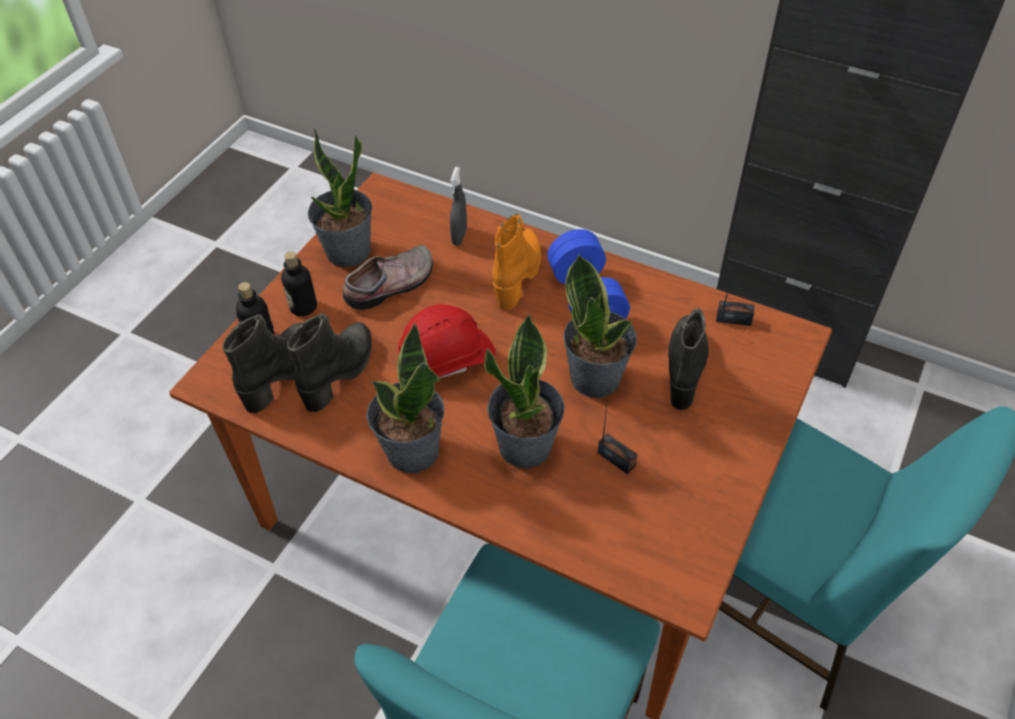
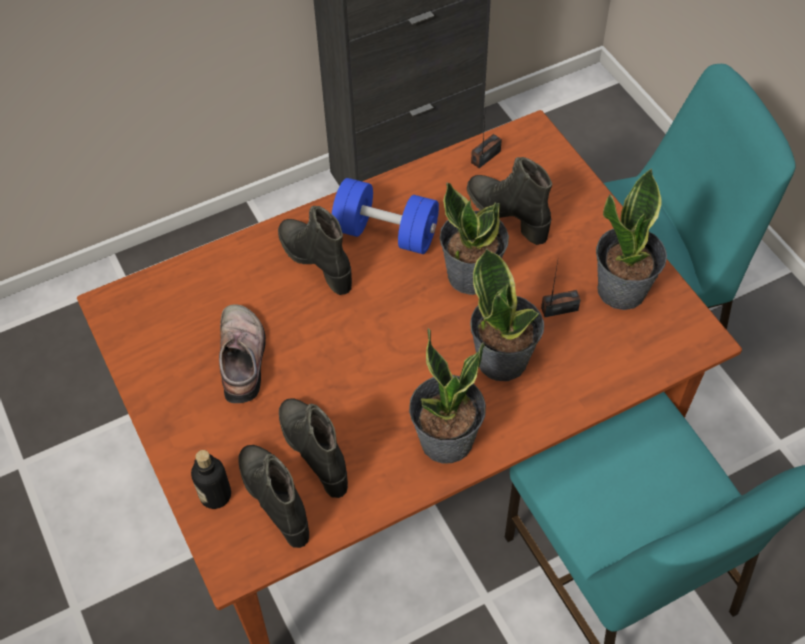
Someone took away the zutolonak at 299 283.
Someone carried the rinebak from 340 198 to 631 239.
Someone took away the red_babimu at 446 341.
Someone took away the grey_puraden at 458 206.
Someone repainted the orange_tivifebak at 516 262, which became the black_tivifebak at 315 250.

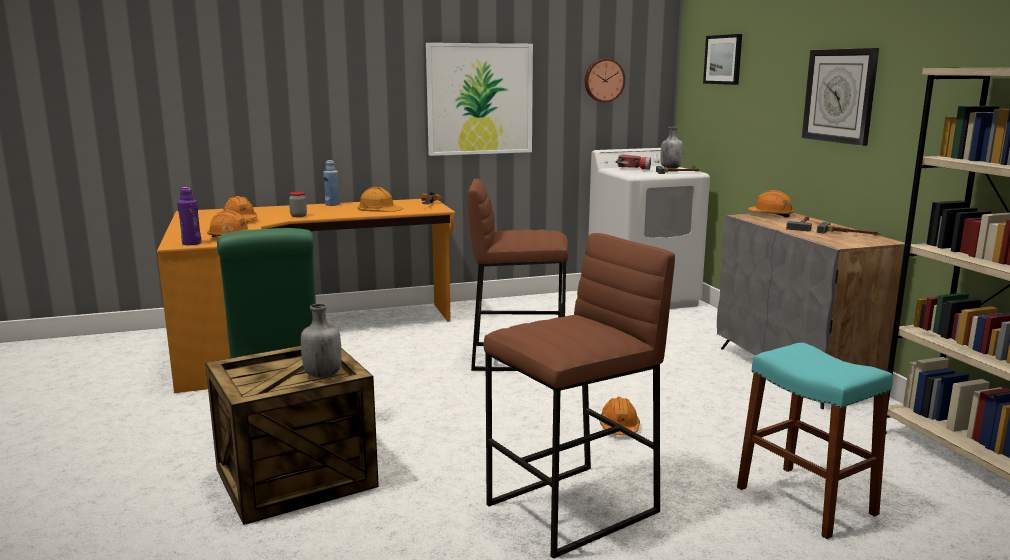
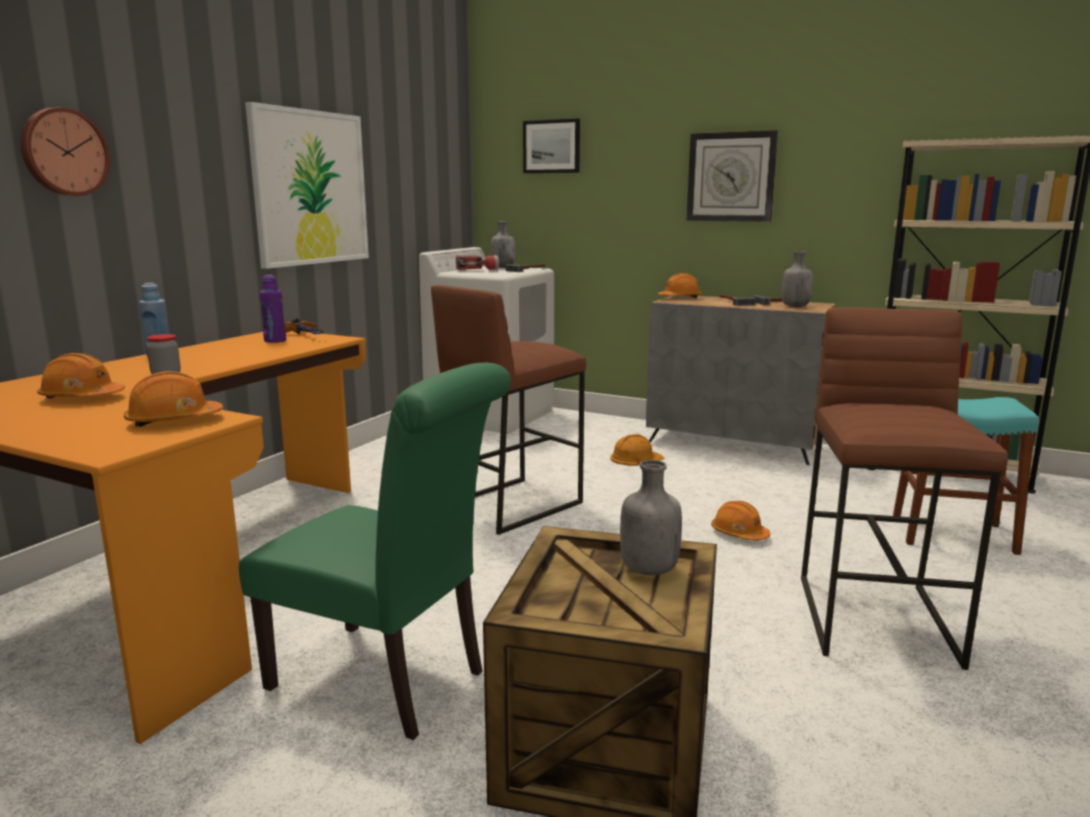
Someone carried the purple_zutolonak from 189 216 to 272 309.
Someone carried the orange_babimu from 381 199 to 637 450.
Someone carried the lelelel from 605 80 to 65 151.
Someone put down the grey_zutolonak at 797 279.

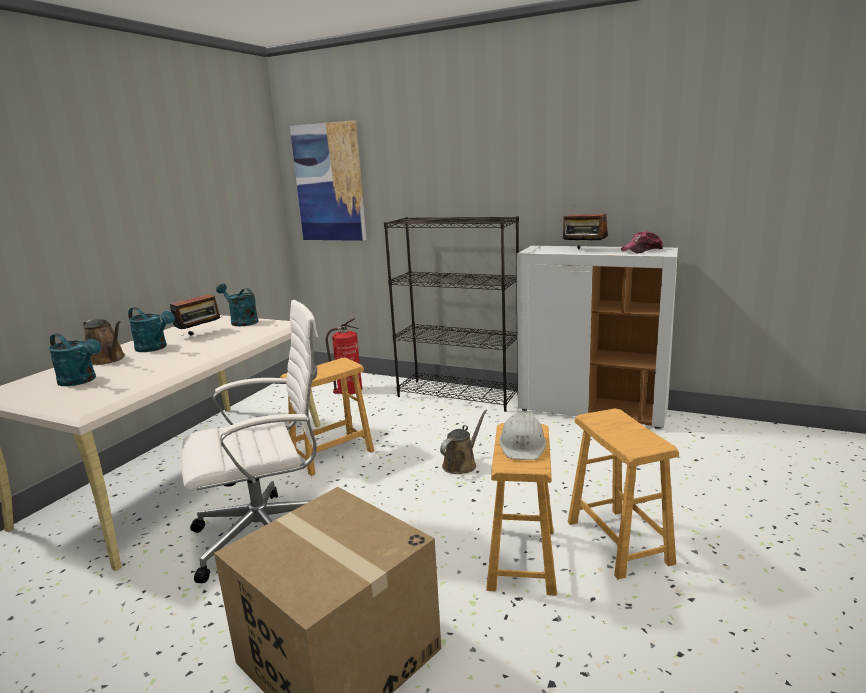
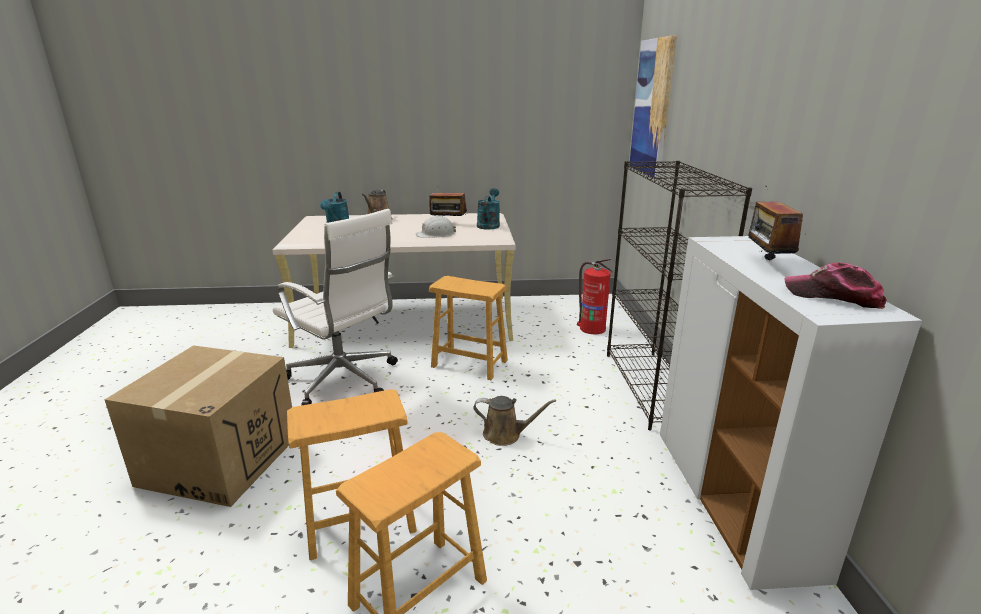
Someone took away the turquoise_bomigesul at 151 329.
Someone carried the white_babimu from 522 436 to 435 227.

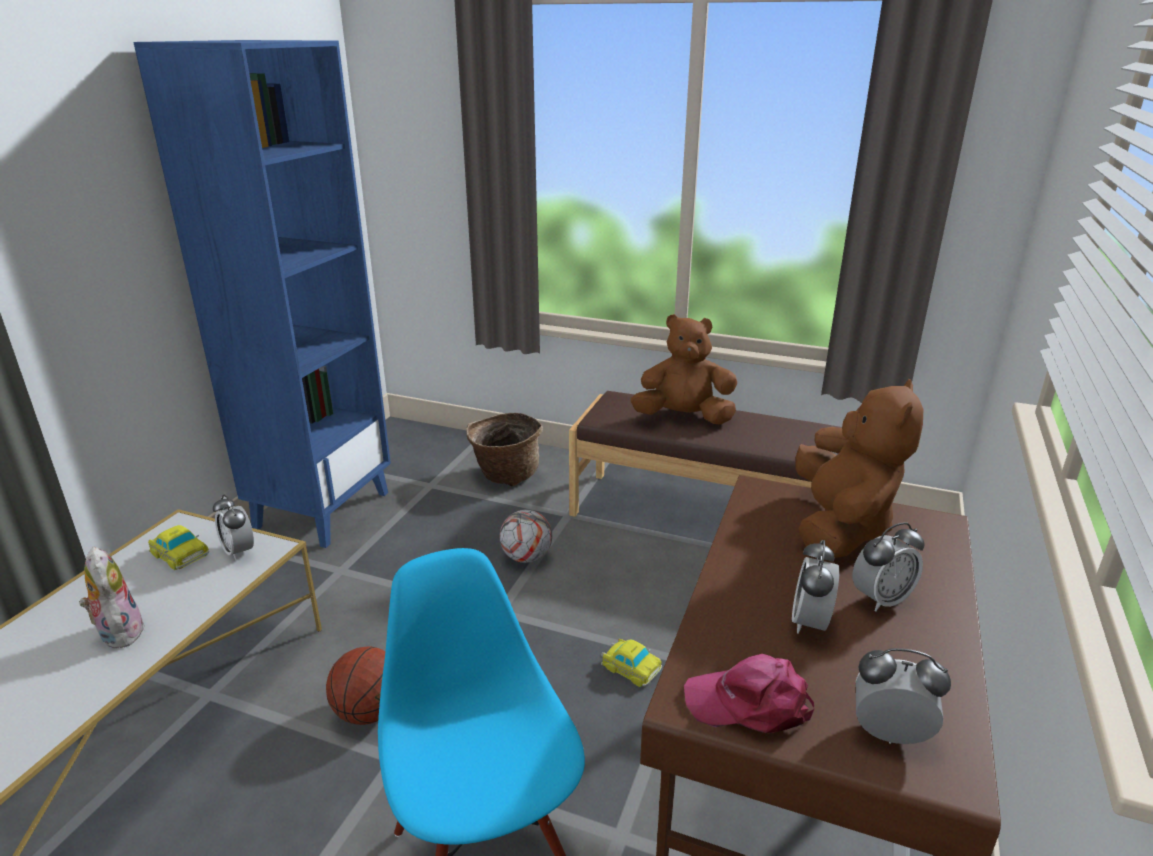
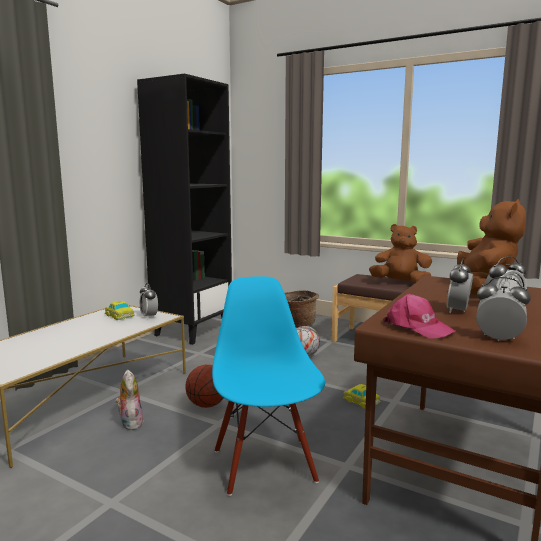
Someone carried the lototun from 112 597 to 129 399.
Someone repainted the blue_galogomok at 262 294, which became the black_galogomok at 184 209.
Someone rotated the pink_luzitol at 749 693 by 150 degrees counterclockwise.

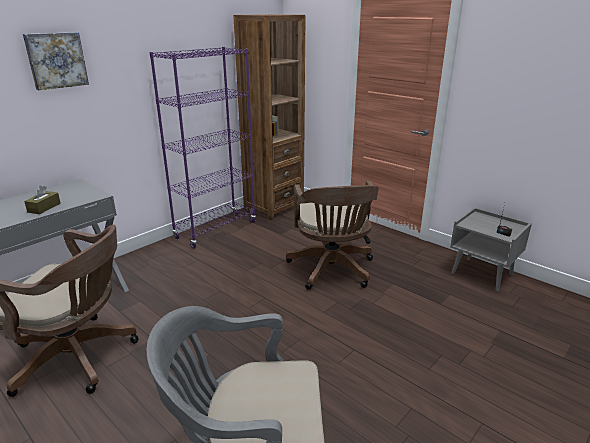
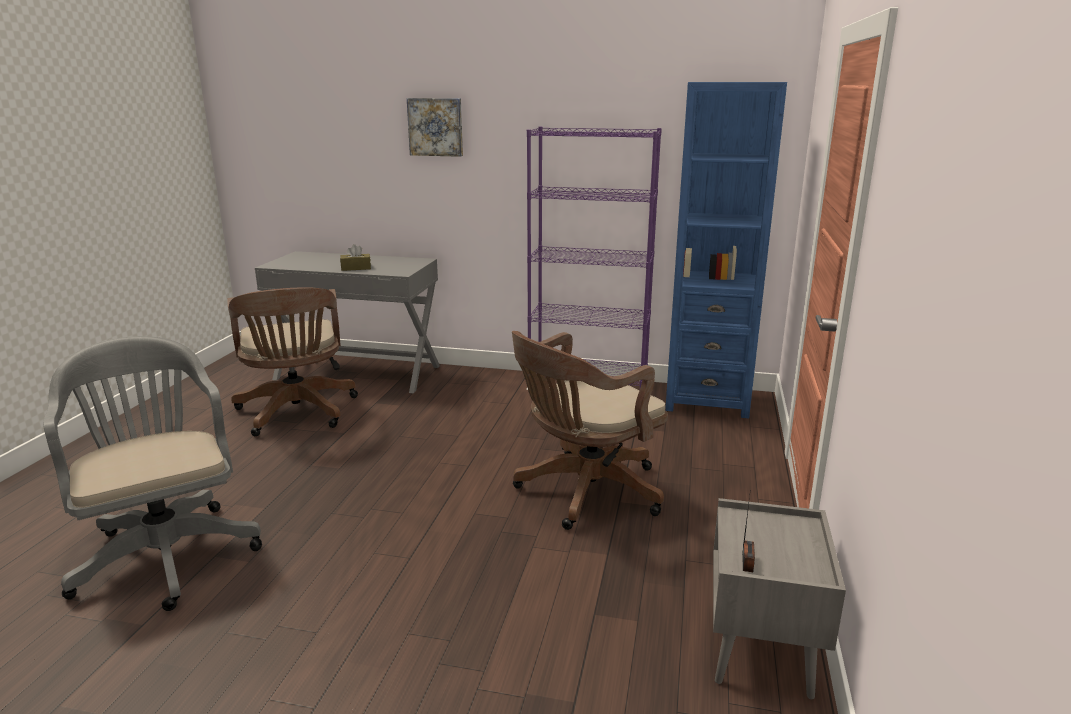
Someone repainted the brown_galogomok at 269 117, which became the blue_galogomok at 726 250.

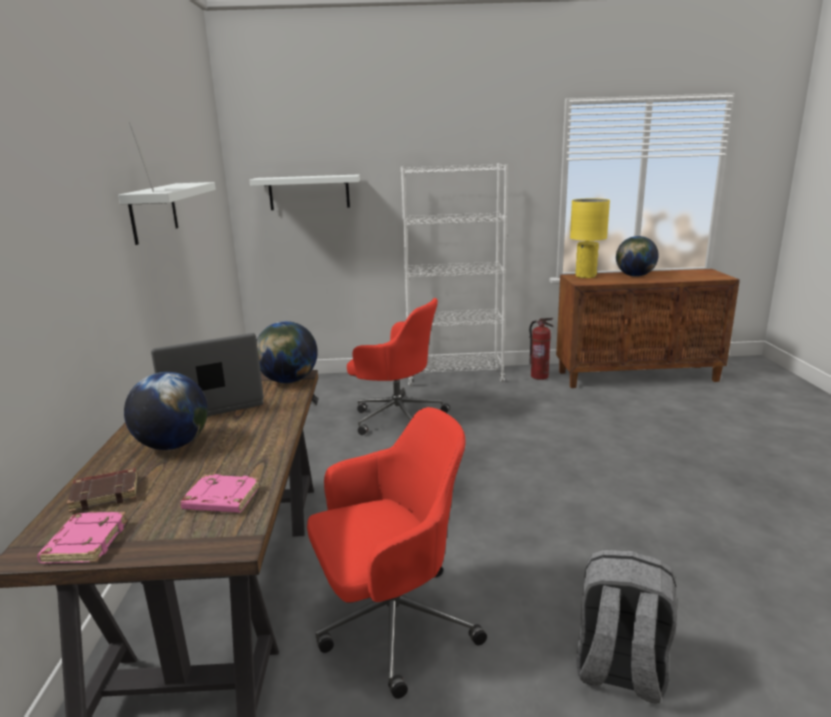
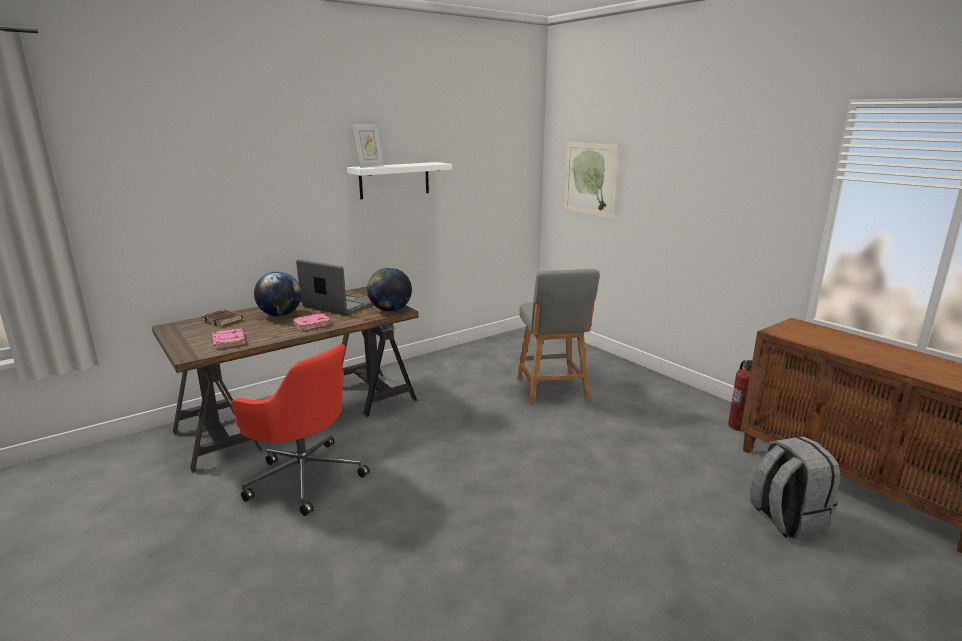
Someone carried the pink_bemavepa from 82 538 to 311 321.
Someone swapped the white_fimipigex at 304 192 for the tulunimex at 592 180.
Someone swapped the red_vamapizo at 398 366 for the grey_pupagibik at 558 336.
Someone took away the white_galogomok at 454 274.
Someone took away the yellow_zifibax at 590 238.
Someone carried the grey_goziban from 626 627 to 795 488.
Someone took away the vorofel at 637 256.

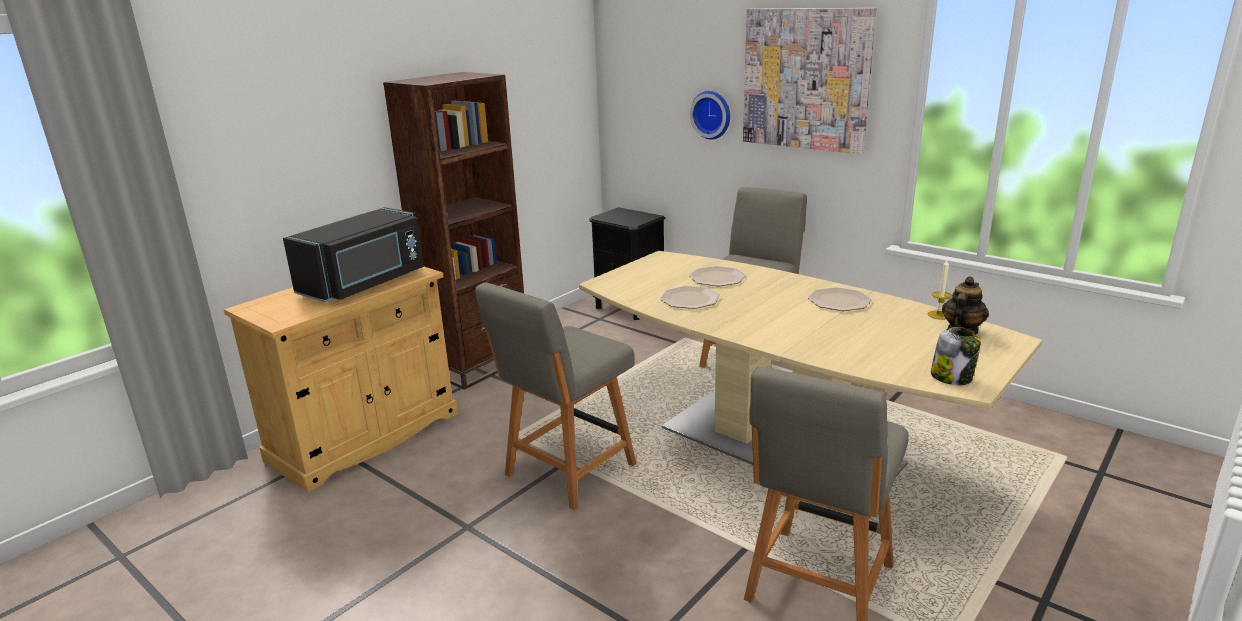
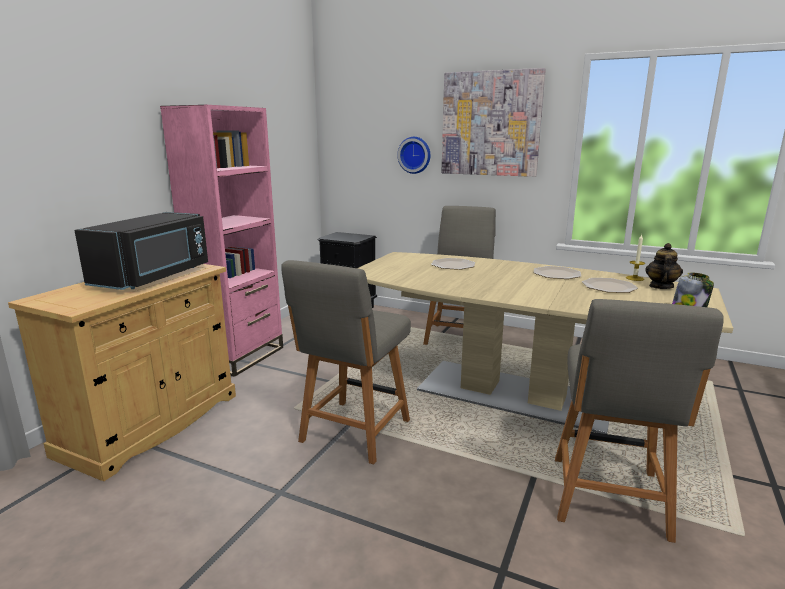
Someone repainted the brown_galogomok at 453 231, which became the pink_galogomok at 221 241.
Someone carried the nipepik from 690 297 to 610 285.

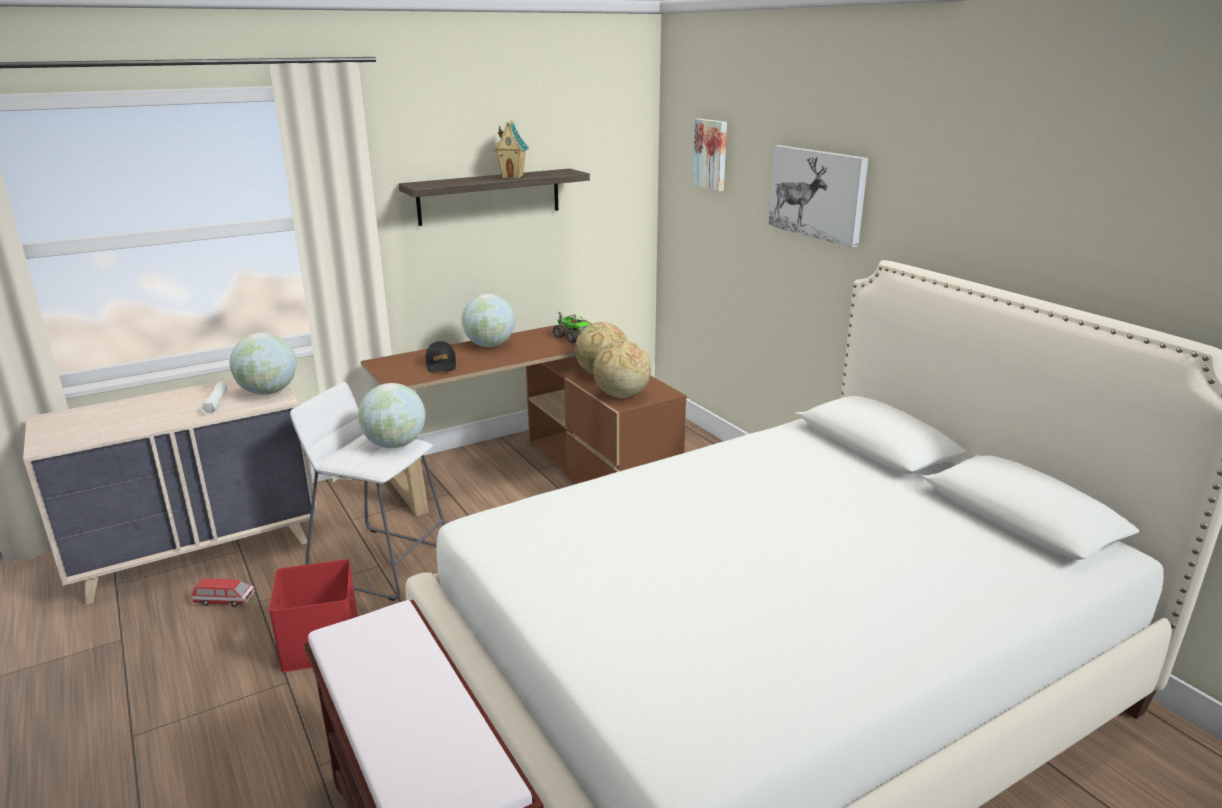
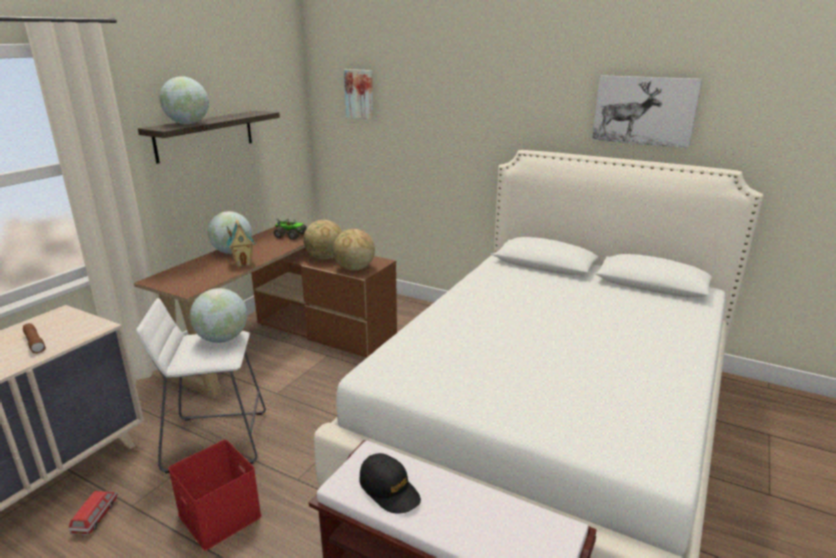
Someone rotated the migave at 223 593 by 60 degrees counterclockwise.
Someone repainted the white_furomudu at 214 398, which became the brown_furomudu at 34 338.
Someone carried the vorofel from 263 364 to 184 100.
Someone carried the black_luzitol from 441 356 to 390 483.
Someone carried the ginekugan from 511 149 to 240 243.
Someone carried the tulunimex from 818 196 to 647 111.

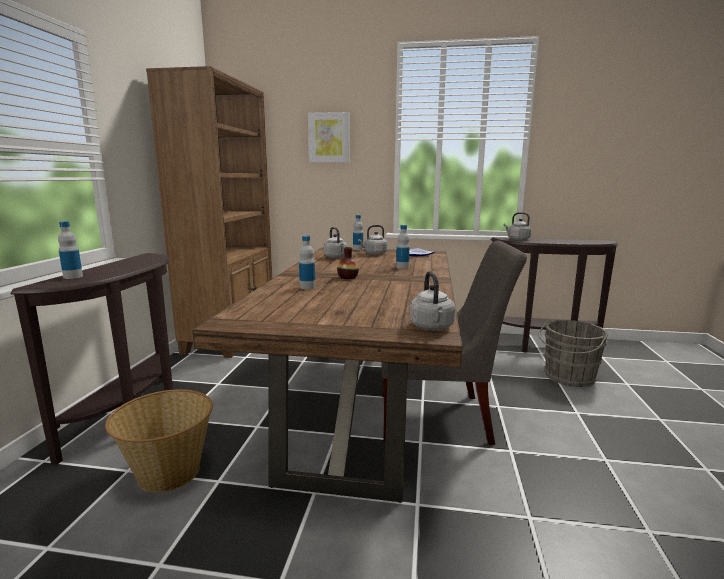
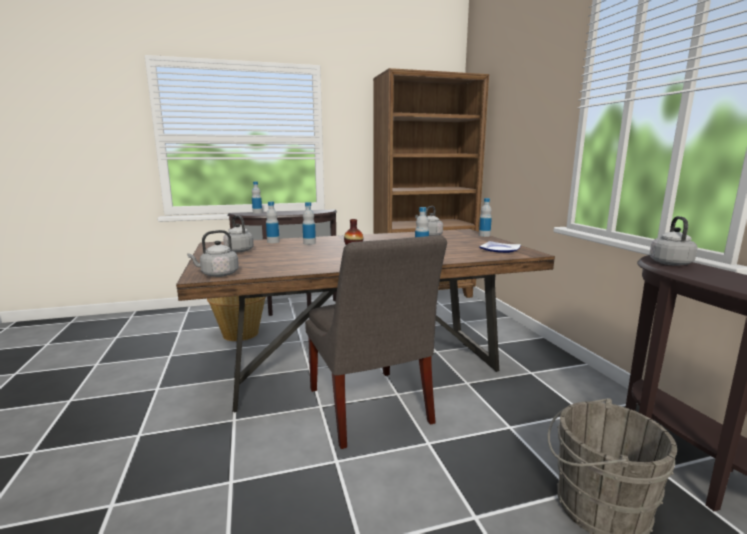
Someone took away the tulunimex at 329 137.
Someone carried the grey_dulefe from 373 240 to 238 233.
Someone put down the zutolonak at 273 222.

